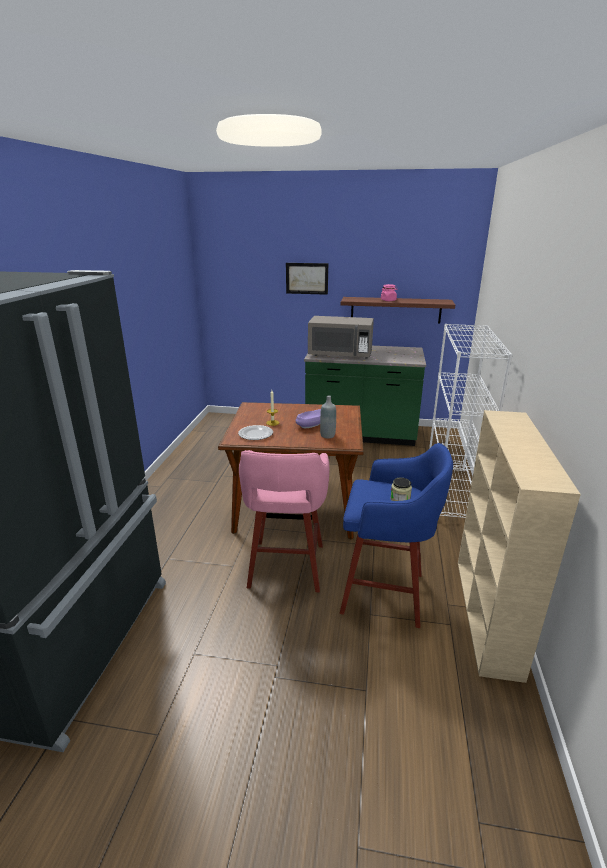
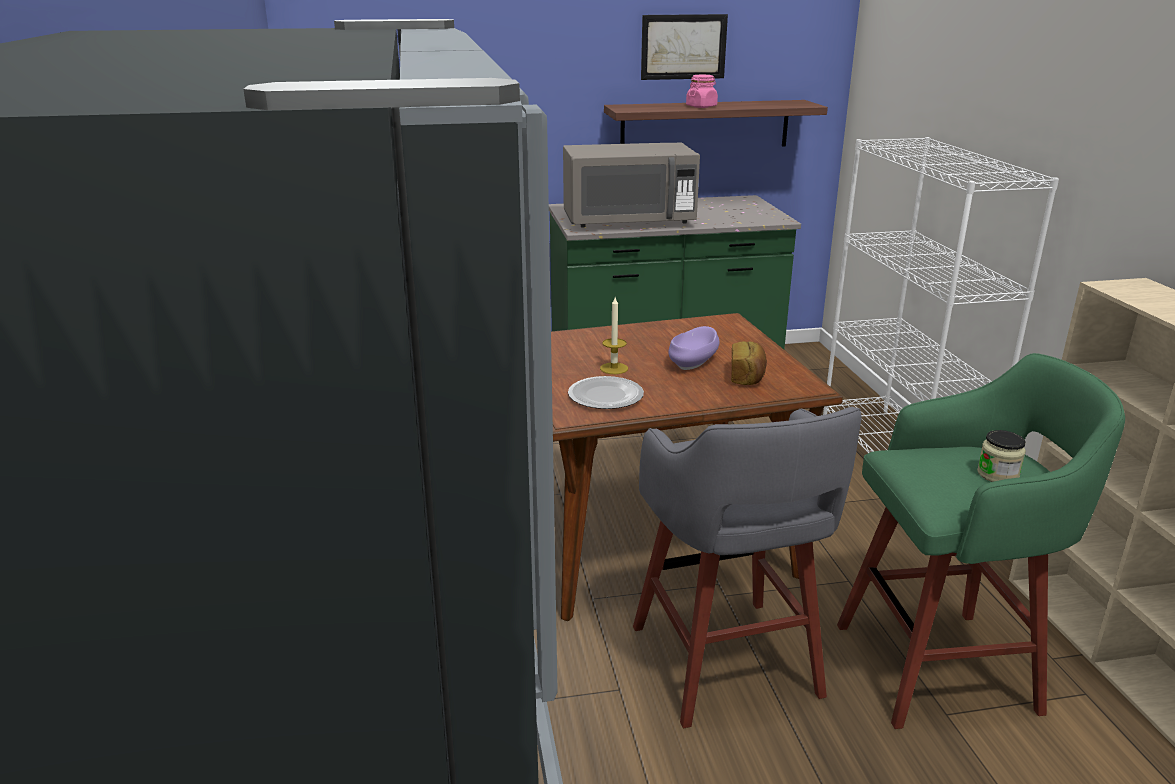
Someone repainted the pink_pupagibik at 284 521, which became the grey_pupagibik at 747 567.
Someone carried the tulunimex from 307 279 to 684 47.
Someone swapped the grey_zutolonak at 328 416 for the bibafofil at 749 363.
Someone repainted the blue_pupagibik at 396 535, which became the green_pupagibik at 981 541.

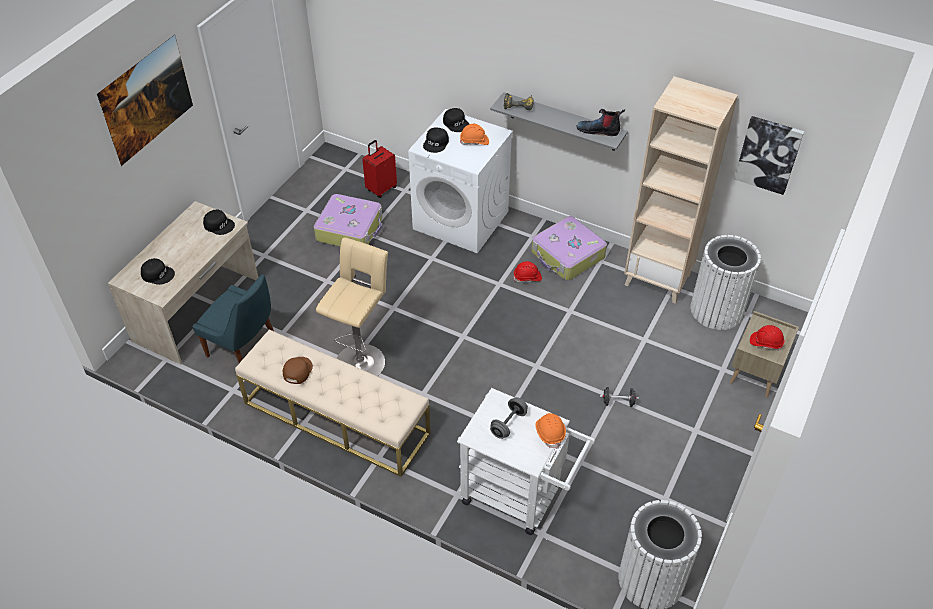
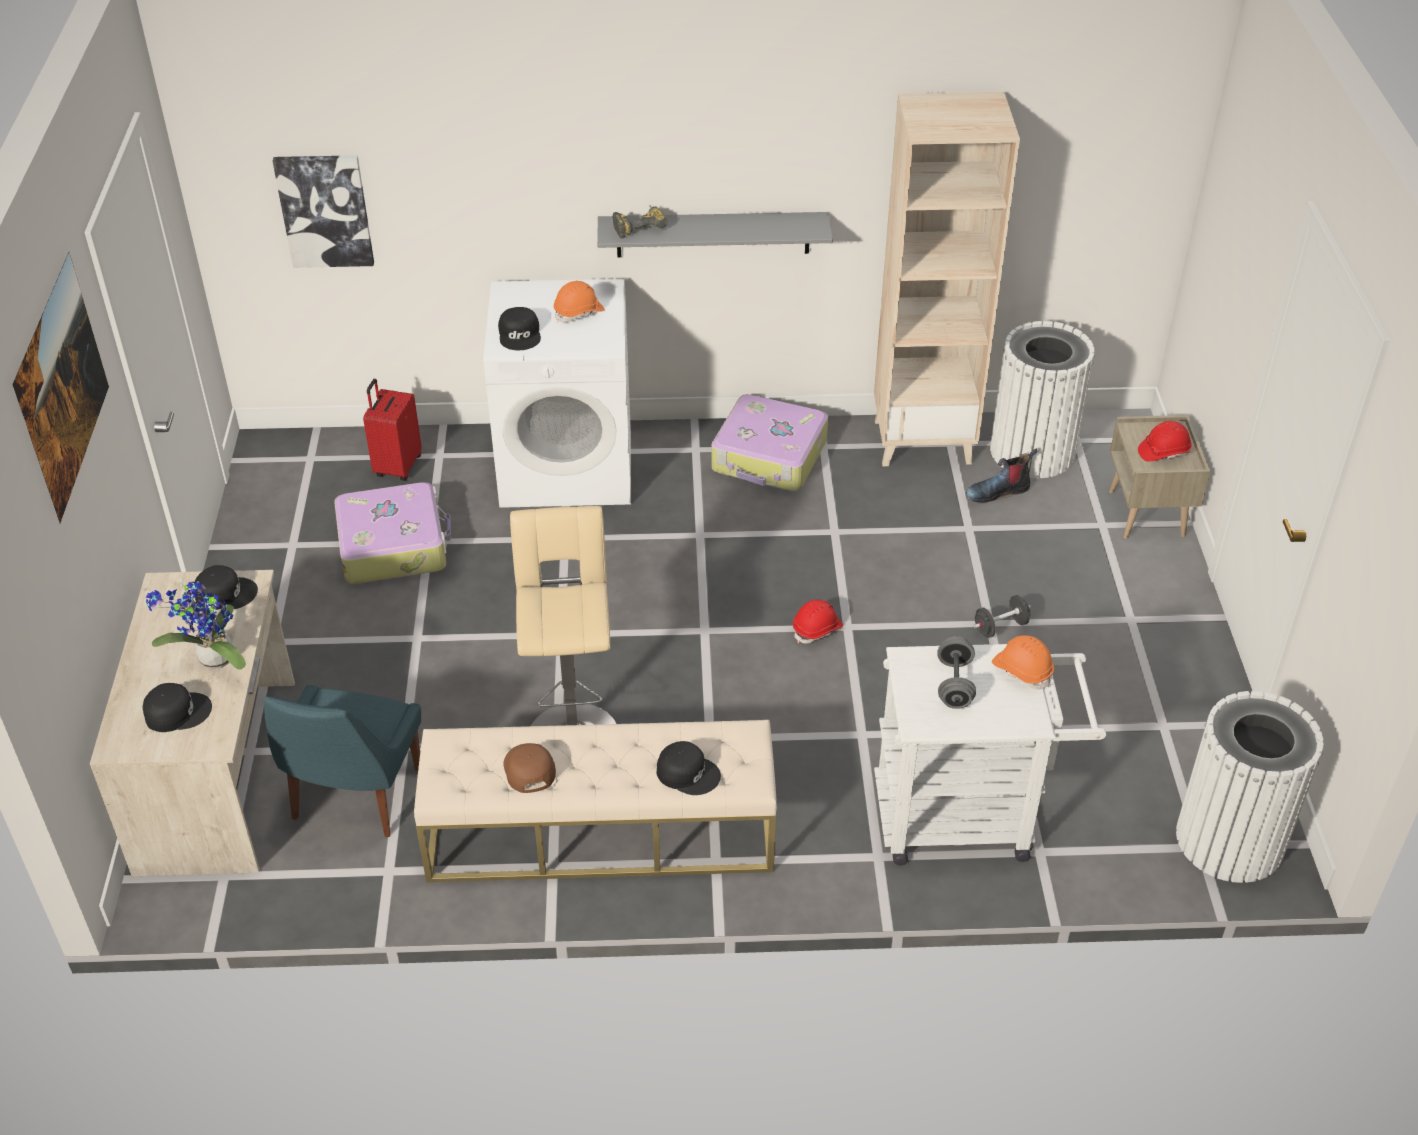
Someone rotated the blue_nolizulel at 233 318 by 105 degrees clockwise.
Someone carried the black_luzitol from 456 120 to 689 768.
Someone carried the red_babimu from 527 271 to 818 622.
Someone carried the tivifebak from 601 122 to 1001 476.
Someone carried the tulunimex from 769 155 to 323 211.
Someone put down the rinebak at 196 624.

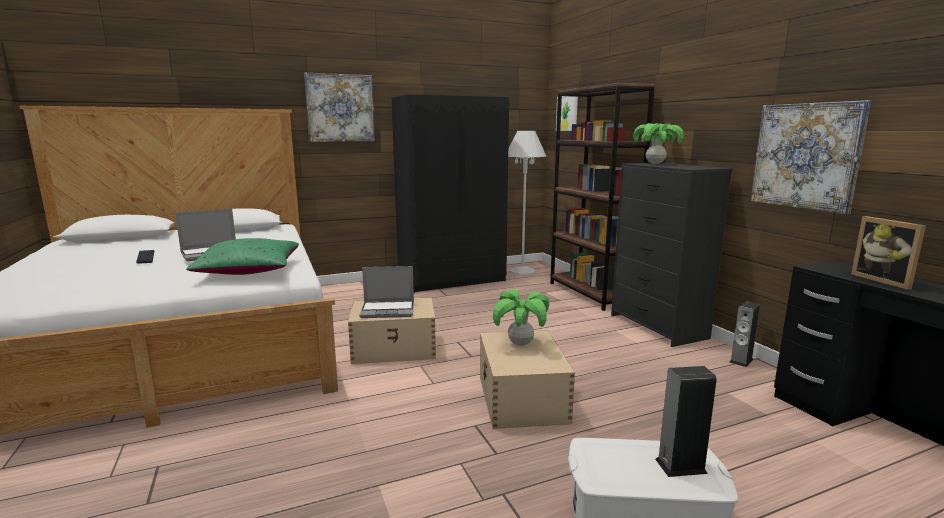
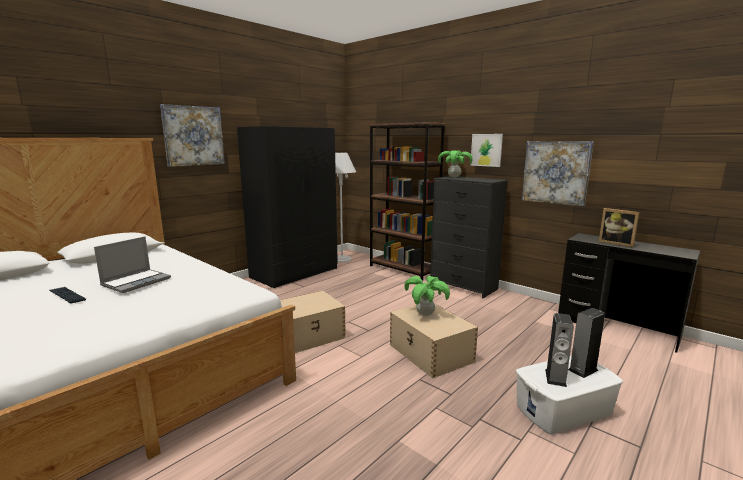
Someone took away the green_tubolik at 242 256.
Someone took away the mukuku at 386 292.
Someone carried the tulunimex from 567 113 to 486 150.
Someone carried the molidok from 744 334 to 559 350.

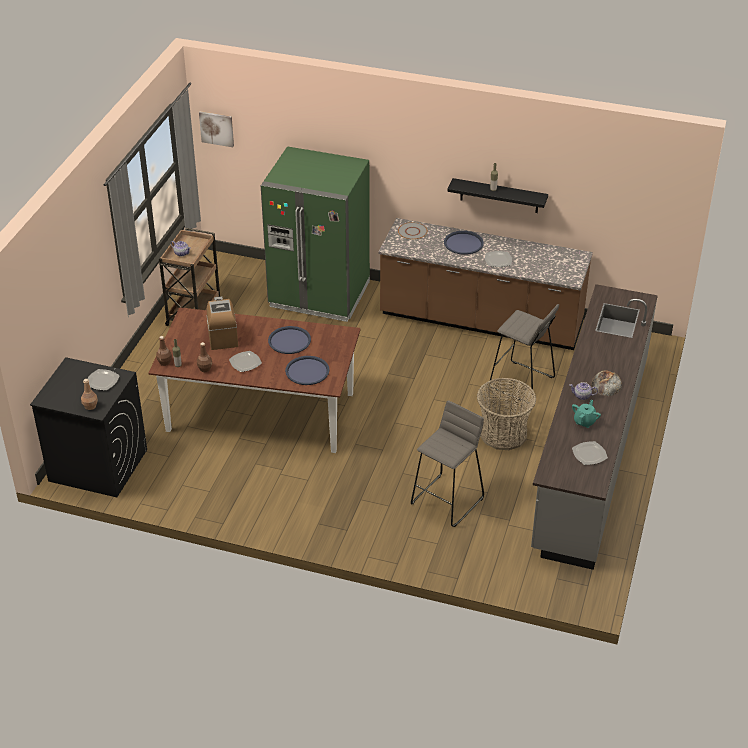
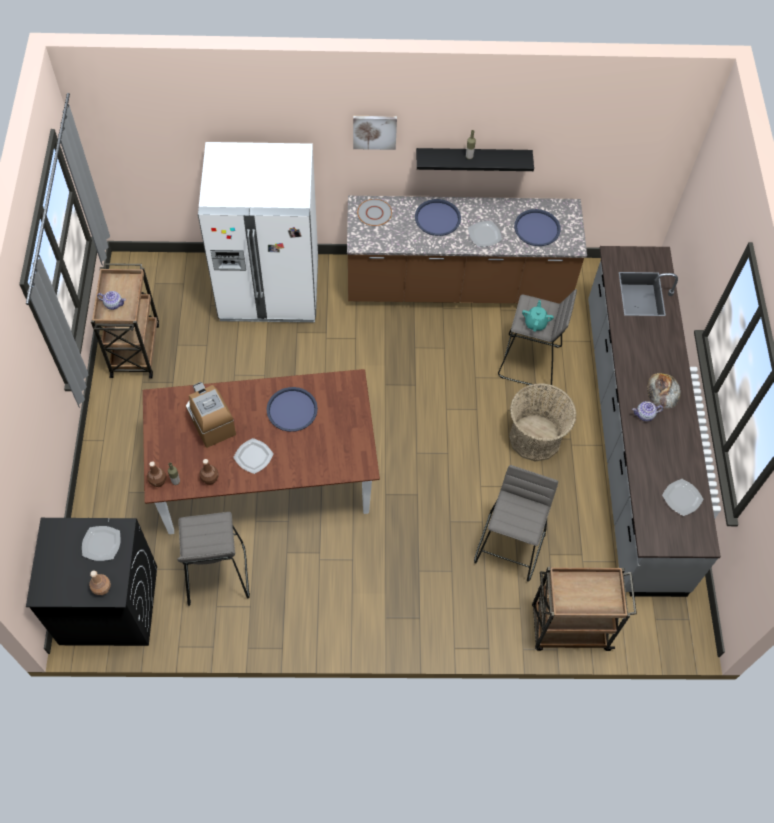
Someone carried the tulunimex from 216 129 to 375 133.
Someone repainted the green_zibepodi at 315 234, which became the white_zibepodi at 258 232.
Someone carried the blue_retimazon from 307 370 to 537 227.
Someone carried the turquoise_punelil from 586 414 to 538 316.
Someone put down the grey_pupagibik at 213 559.
Someone put down the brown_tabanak at 584 609.

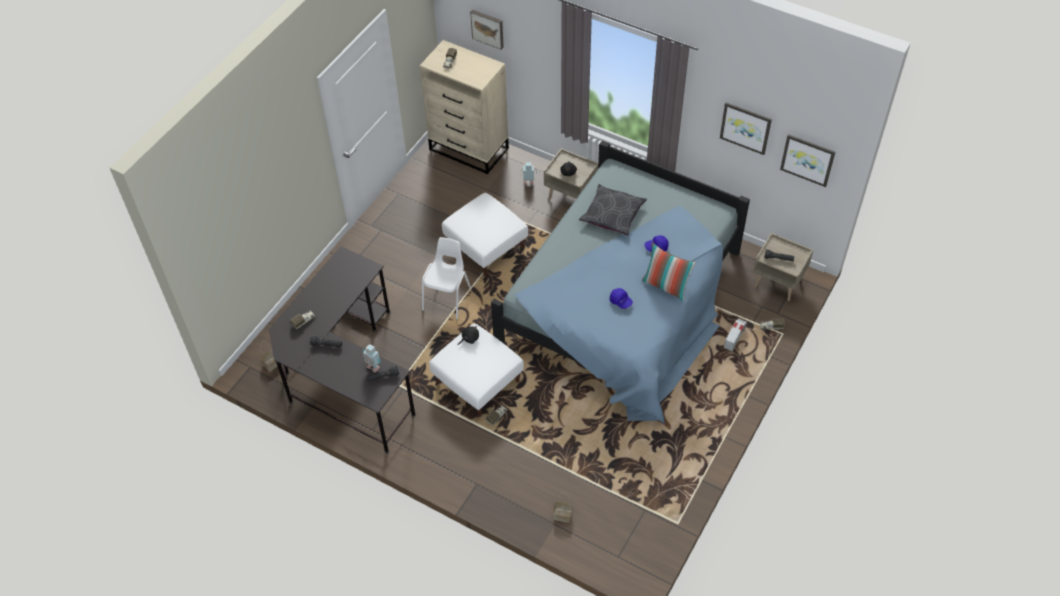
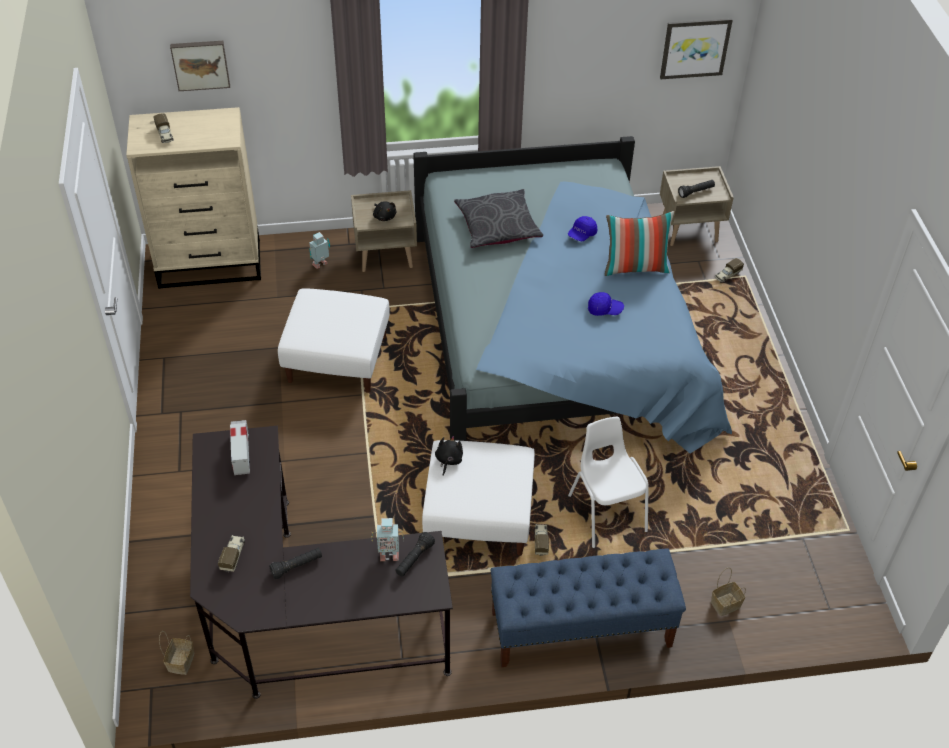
Someone carried the white_nolizulel from 446 278 to 608 482.
Someone took away the tulunimex at 746 128.
Someone carried the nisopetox from 735 334 to 240 447.
Someone put down the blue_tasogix at 588 608.

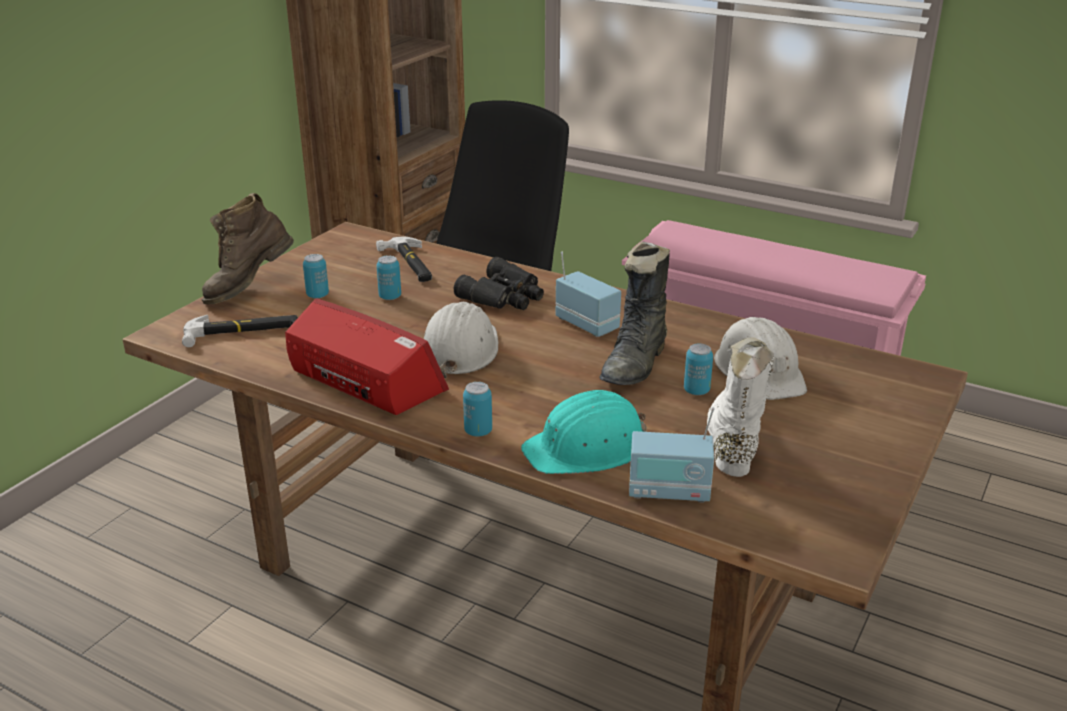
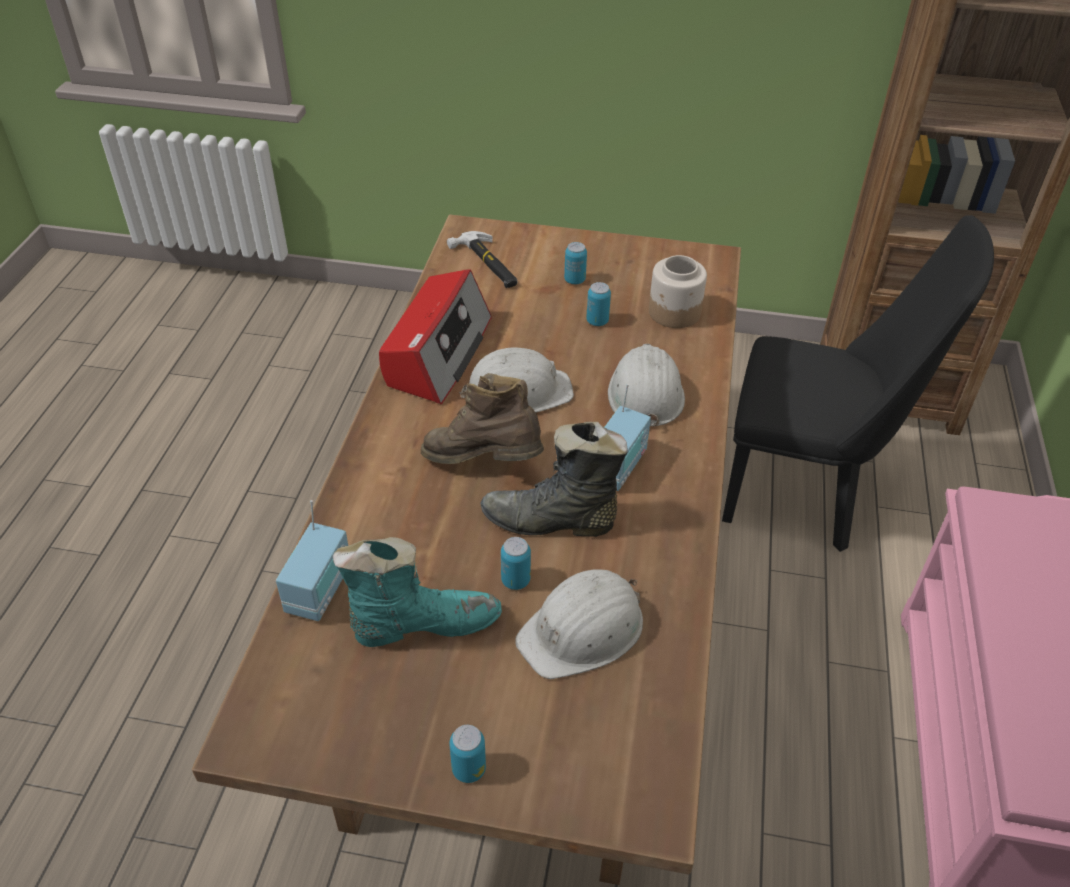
Someone carried the brown_tivifebak from 248 248 to 482 418.
Someone swapped the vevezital at 404 259 for the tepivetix at 678 291.
Someone swapped the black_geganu at 499 283 for the white_babimu at 646 385.
Someone carried the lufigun from 477 409 to 467 754.
Someone took away the turquoise_babimu at 584 432.
Someone rotated the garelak at 672 455 by 150 degrees counterclockwise.
Someone repainted the white_tivifebak at 740 407, which became the turquoise_tivifebak at 417 592.

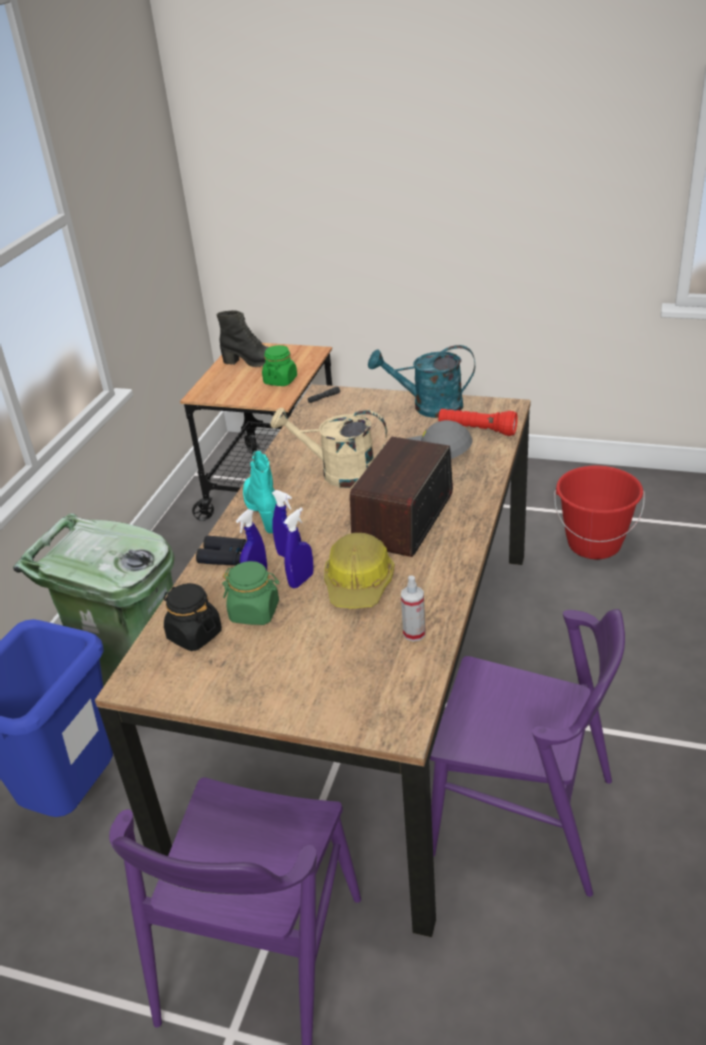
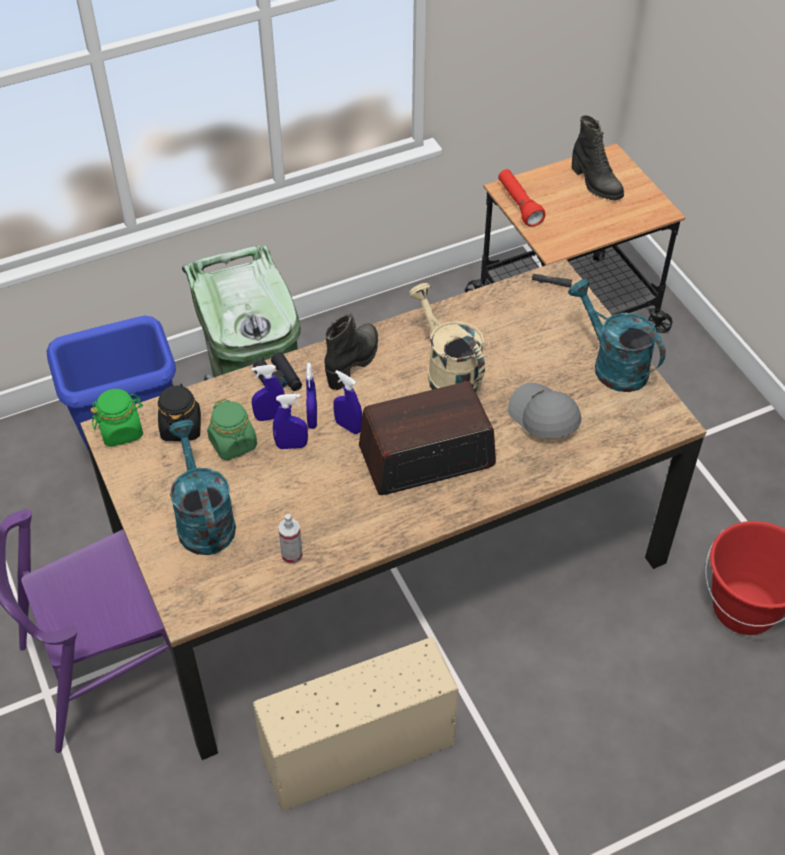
Someone repainted the turquoise_tivifebak at 260 492, which became the black_tivifebak at 351 351.
Someone carried the green_tepivetix from 279 365 to 116 418.
Someone took away the babimu at 359 570.
Someone swapped the purple_nolizulel at 527 753 for the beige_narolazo at 355 724.
Someone carried the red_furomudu from 478 422 to 521 198.
Someone put down the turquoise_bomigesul at 202 487.
Someone put down the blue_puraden at 348 402.

